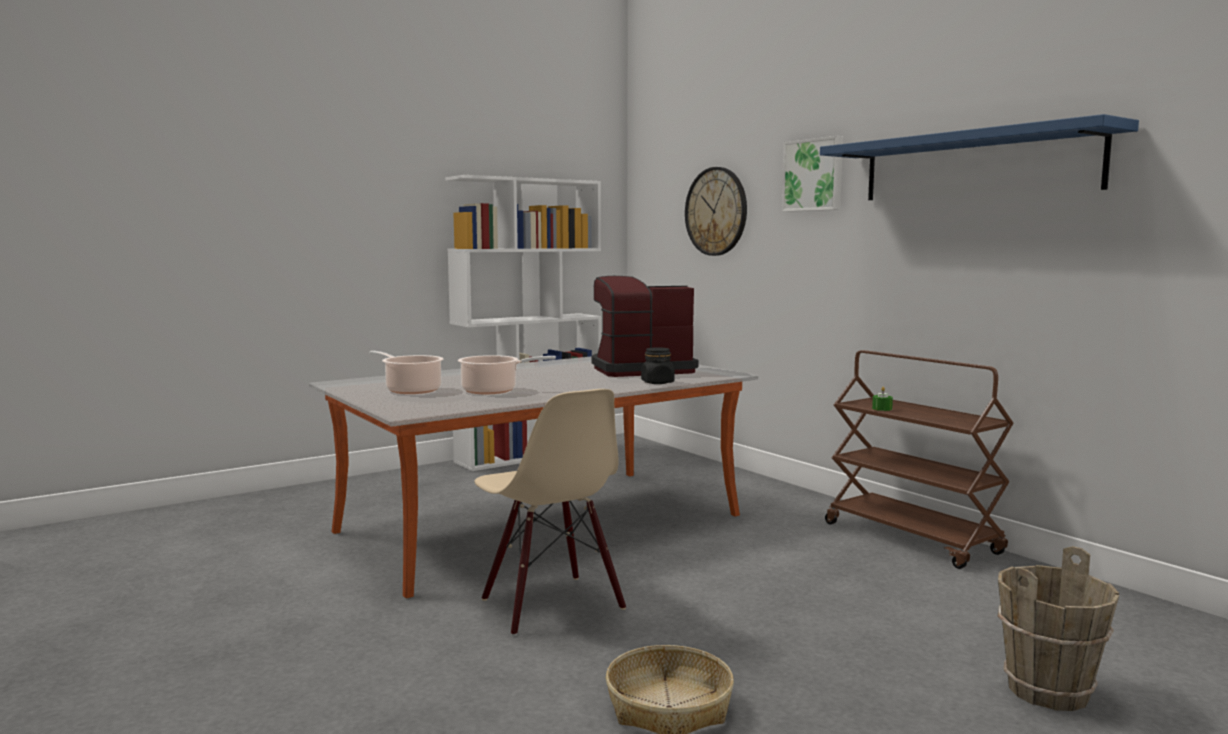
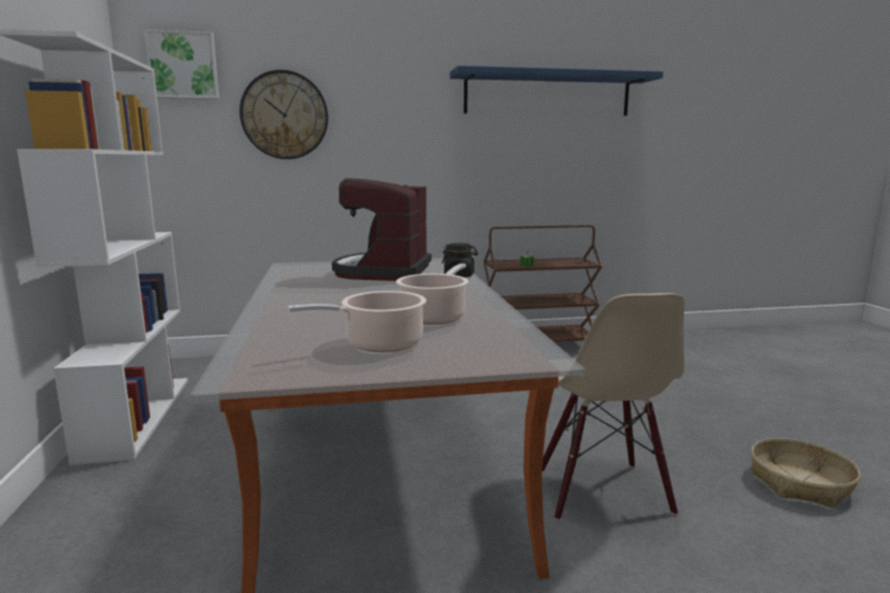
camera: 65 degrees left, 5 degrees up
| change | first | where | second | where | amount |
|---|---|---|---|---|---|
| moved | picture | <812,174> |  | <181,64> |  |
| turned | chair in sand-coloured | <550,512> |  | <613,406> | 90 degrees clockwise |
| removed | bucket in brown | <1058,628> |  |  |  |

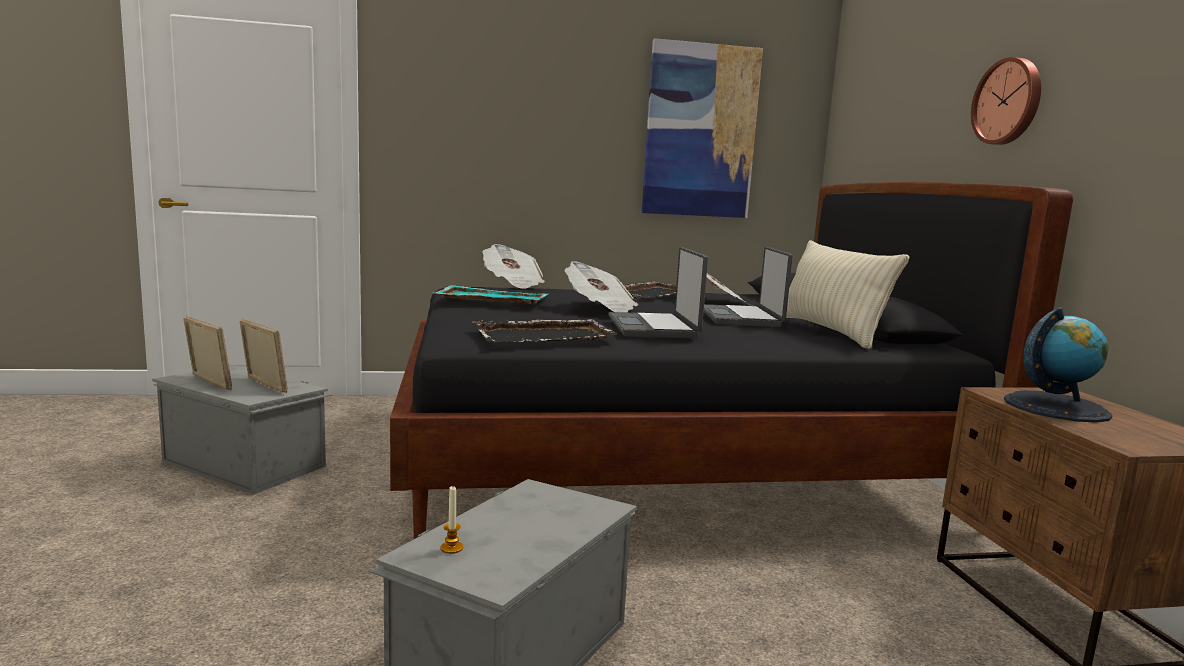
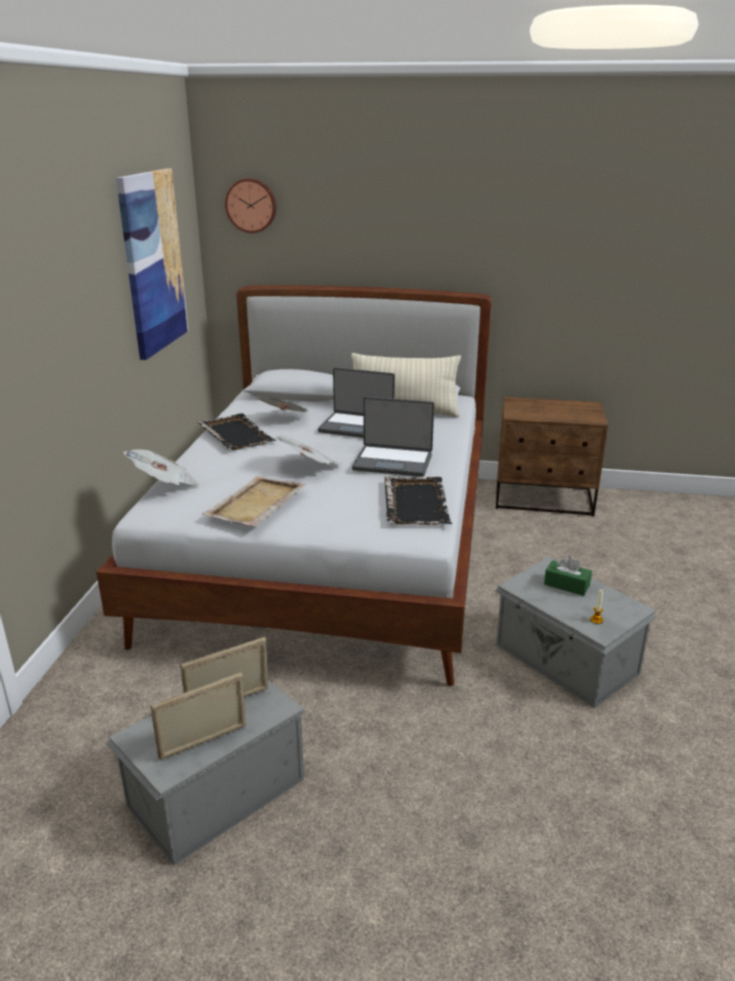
camera: 70 degrees left, 15 degrees up
| change | first | where | second | where | amount |
|---|---|---|---|---|---|
| recoloured | bed in black-coloured | <731,360> | bed in white | <294,485> |  |
| recoloured | serving tray in turquoise | <492,295> | serving tray in sand-coloured | <254,501> |  |
| moved | clock on the wall | <1006,101> |  | <250,205> |  |
| added |  |  | tissue holder in greenish | <568,576> |  |
| removed | globe | <1058,365> |  |  |  |

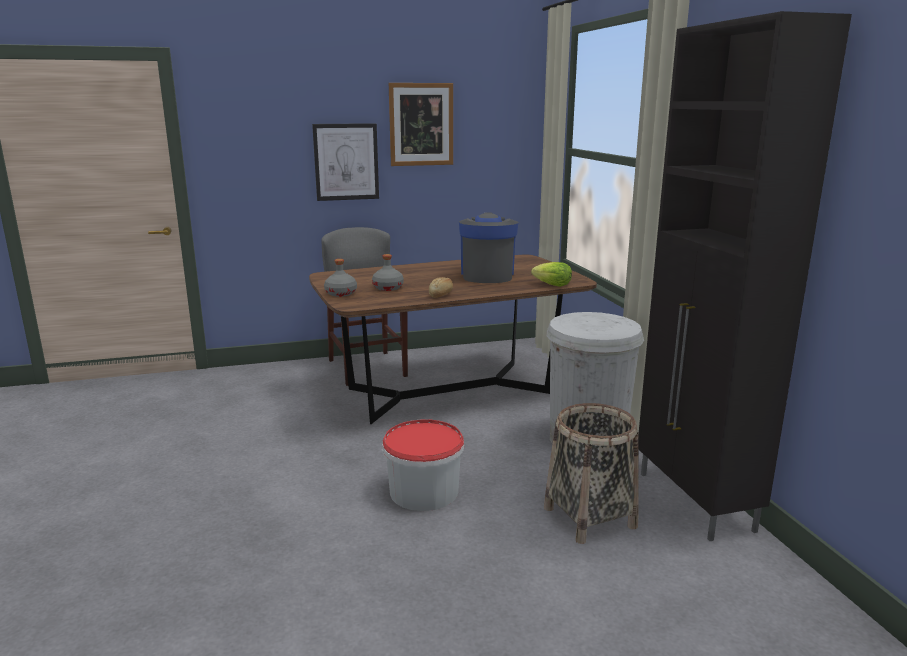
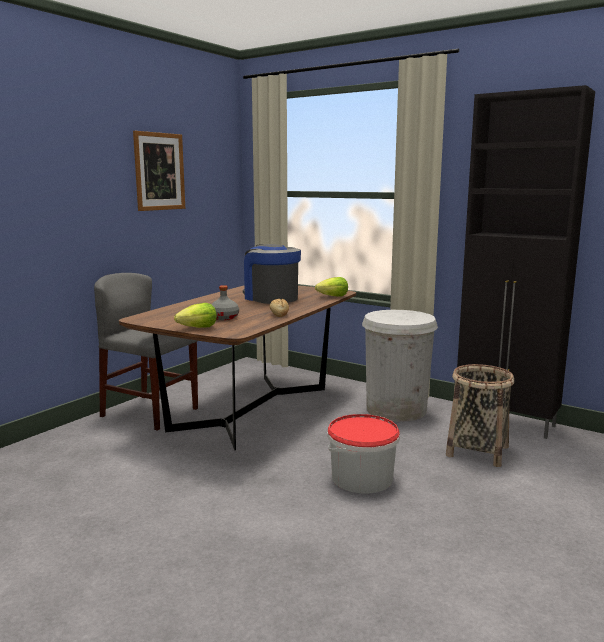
camera: 40 degrees left, 5 degrees down
| change | first | where | second | where | amount |
|---|---|---|---|---|---|
| replaced | drink bottle in gray | <340,278> | lettuce | <195,315> |  |
| removed | picture | <345,162> |  |  |  |

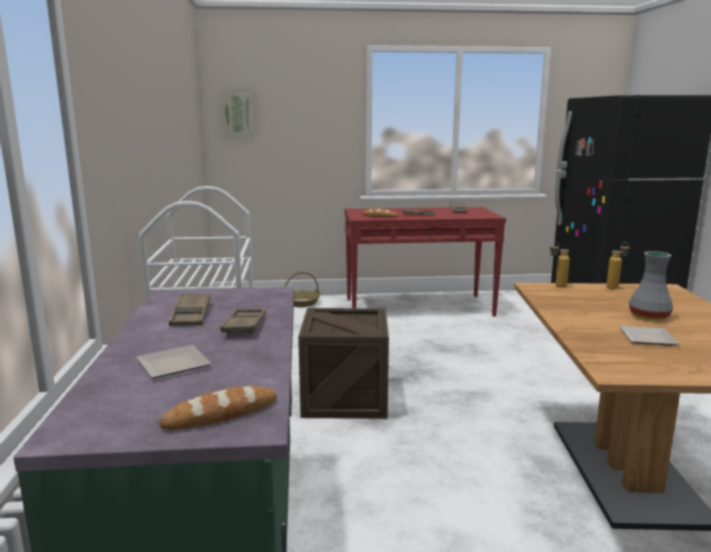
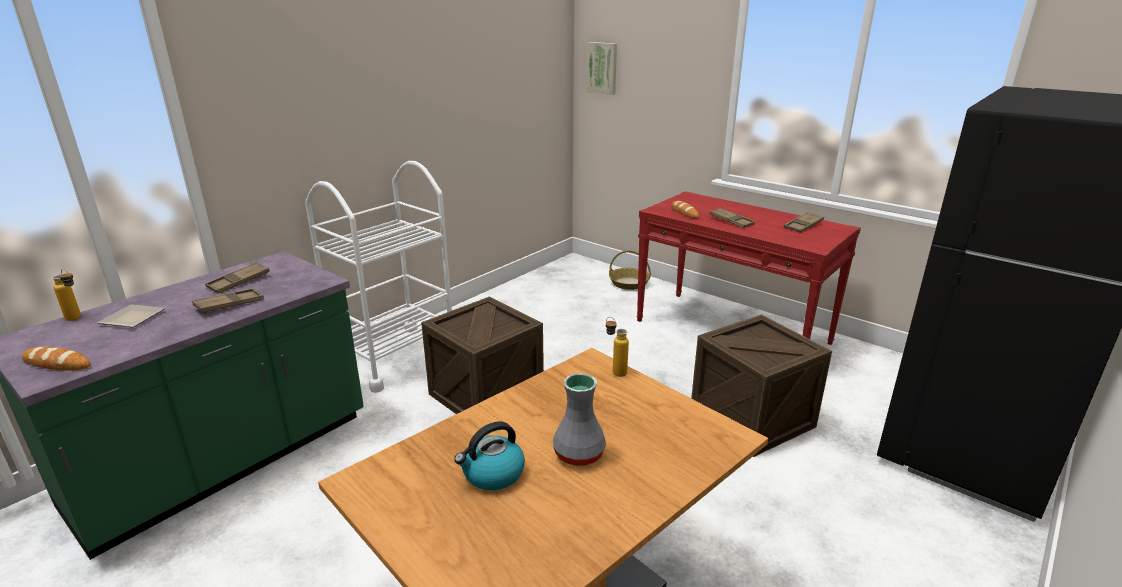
camera: 45 degrees right, 10 degrees up
| change | first | where | second | where | amount |
|---|---|---|---|---|---|
| moved | drink bottle | <617,265> |  | <66,295> |  |
| replaced | plate | <650,336> | kettle | <489,455> |  |
| added |  |  | crate | <761,385> |  |

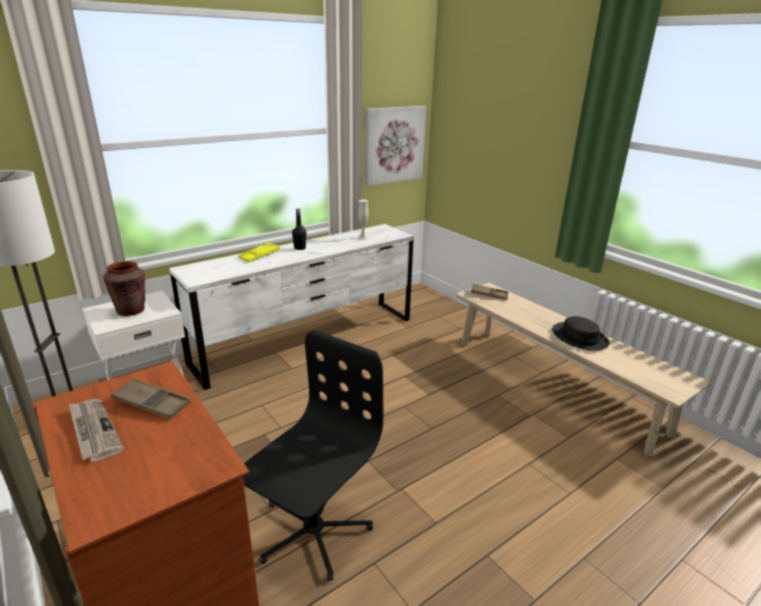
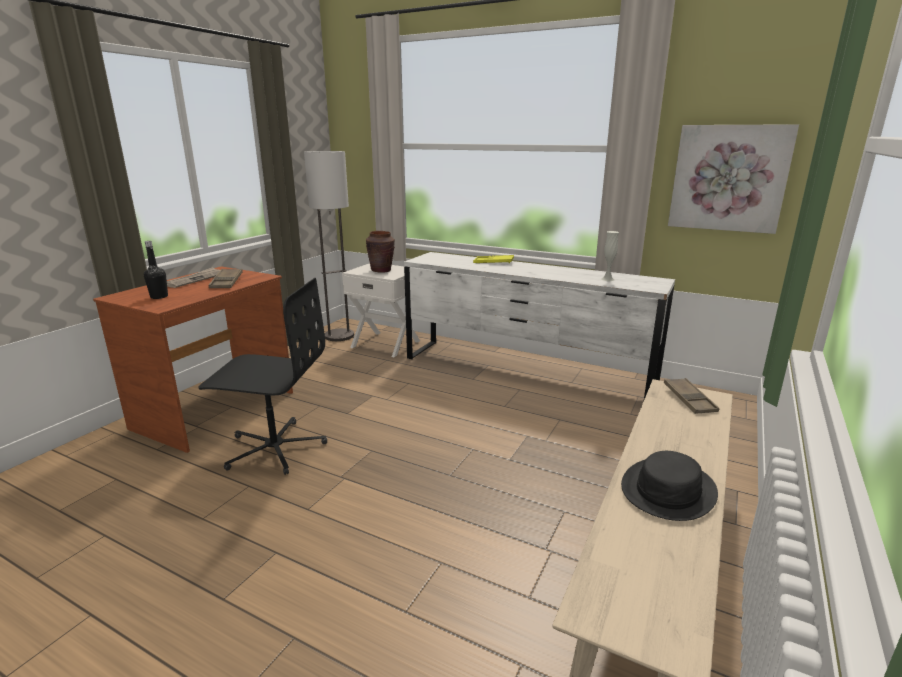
camera: 65 degrees right, 5 degrees down
| change | first | where | second | where | amount |
|---|---|---|---|---|---|
| moved | drink bottle in black-coloured | <299,229> |  | <156,270> |  |

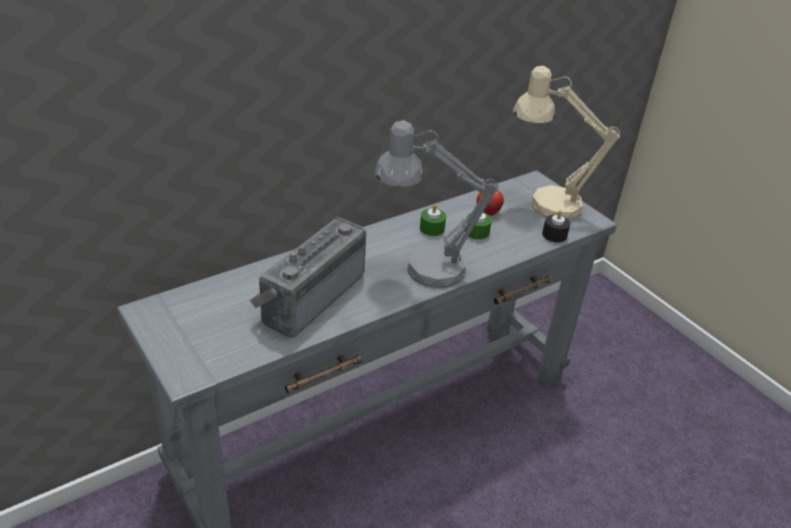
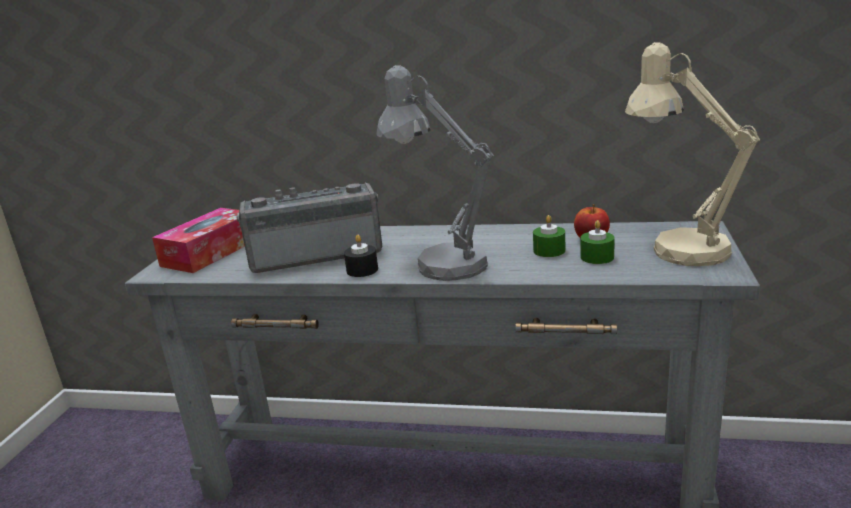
camera: 50 degrees right, 15 degrees down
| change | first | where | second | where | amount |
|---|---|---|---|---|---|
| added |  |  | tissue holder | <198,240> |  |
| moved | wax candle in black-coloured | <556,226> |  | <361,256> |  |
| moved | wax candle in greenish | <433,220> |  | <597,242> |  |

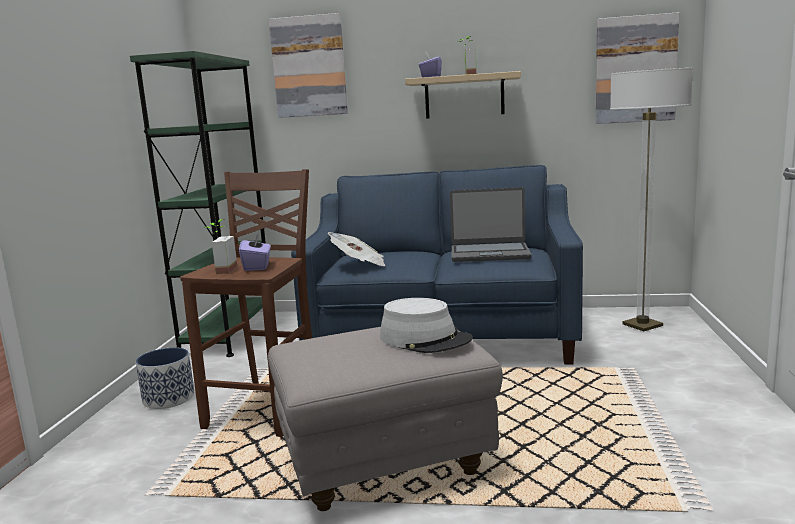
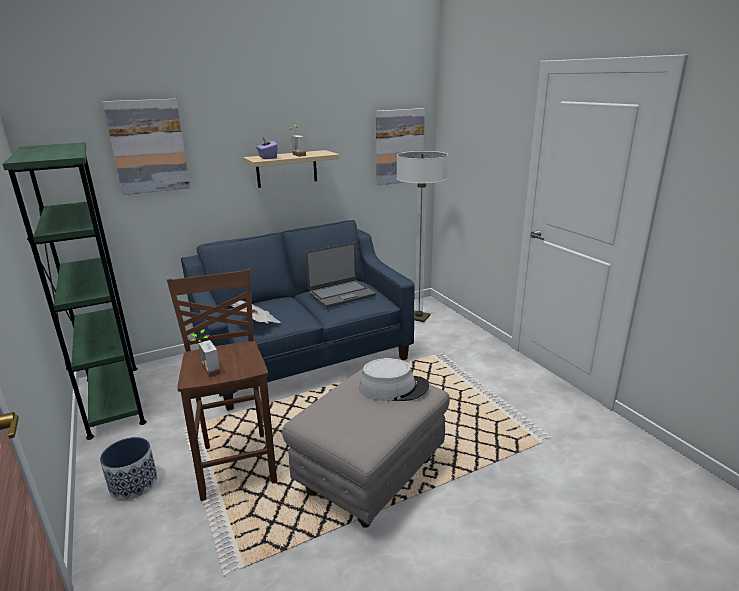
camera: 35 degrees left, 10 degrees up
| change | first | where | second | where | amount |
|---|---|---|---|---|---|
| removed | tissue holder in purple | <255,251> |  |  |  |

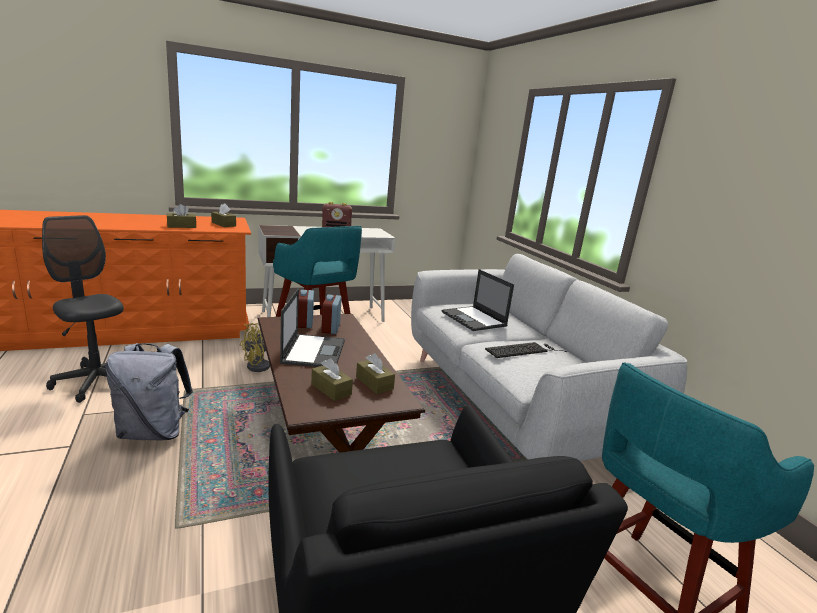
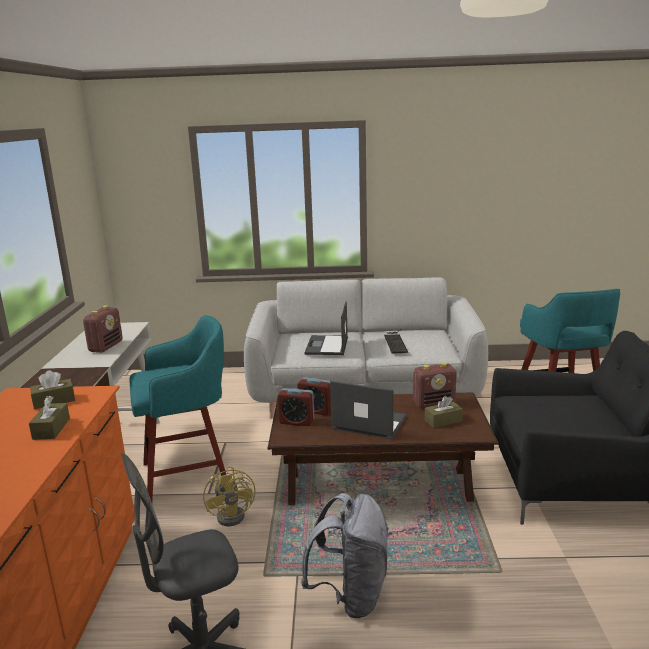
camera: 65 degrees left, 0 degrees up
| change | first | where | second | where | amount |
|---|---|---|---|---|---|
| turned | laptop | <478,300> |  | <326,328> | 105 degrees clockwise |
| replaced | tissue holder in brown | <375,373> | radio set | <435,385> |  |

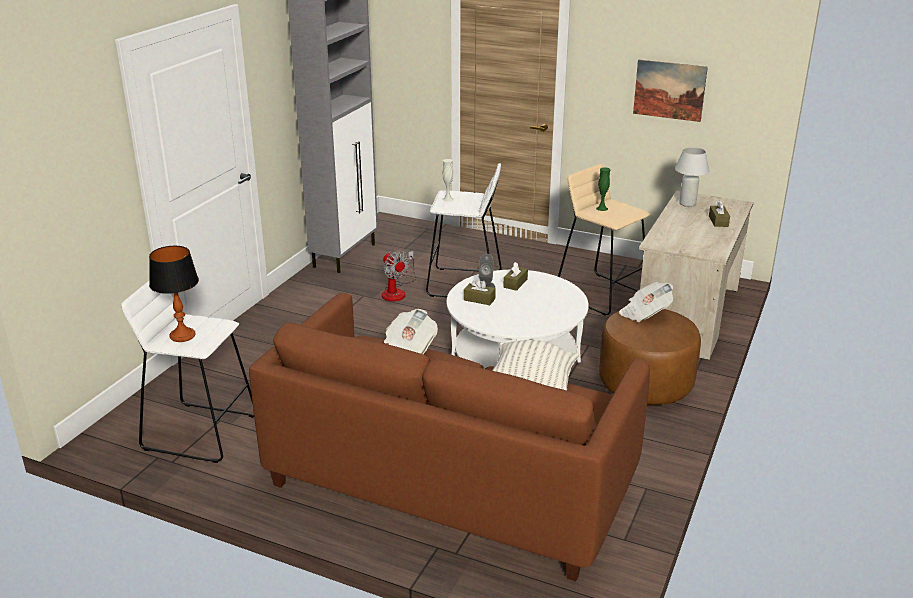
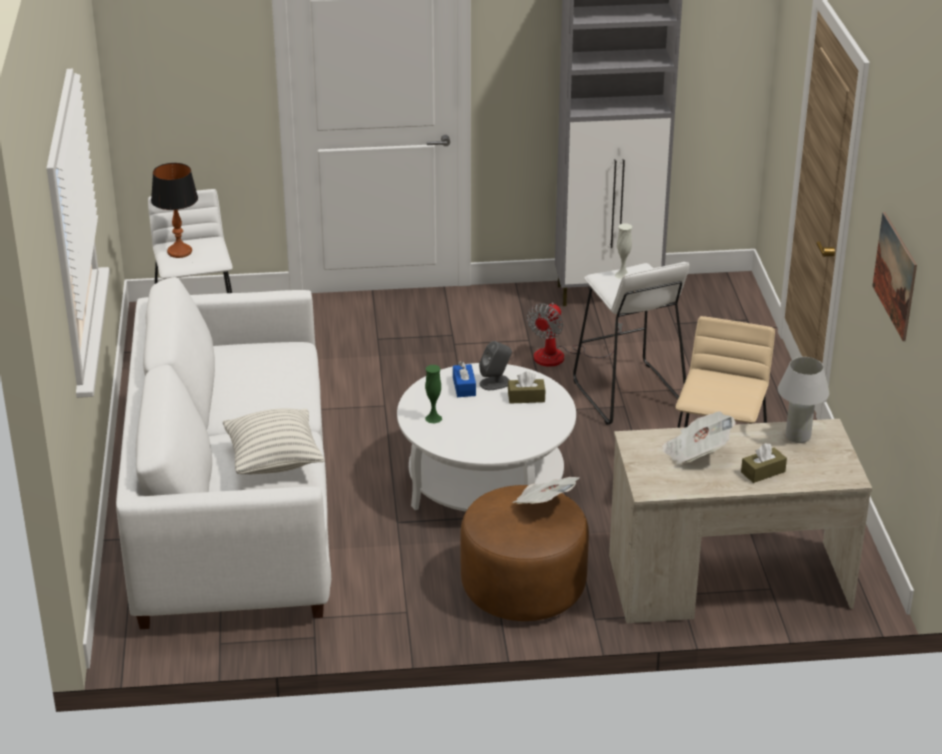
camera: 60 degrees right, 5 degrees up
| change | first | where | second | where | amount |
|---|---|---|---|---|---|
| recoloured | sofa in brown | <449,437> | sofa in white | <223,453> |  |
| moved | decorative vase in greenish | <603,189> |  | <433,394> |  |
| recoloured | tissue holder in brown | <480,291> | tissue holder in bluish | <464,379> |  |
| moved | printed paper | <411,331> |  | <699,438> |  |

